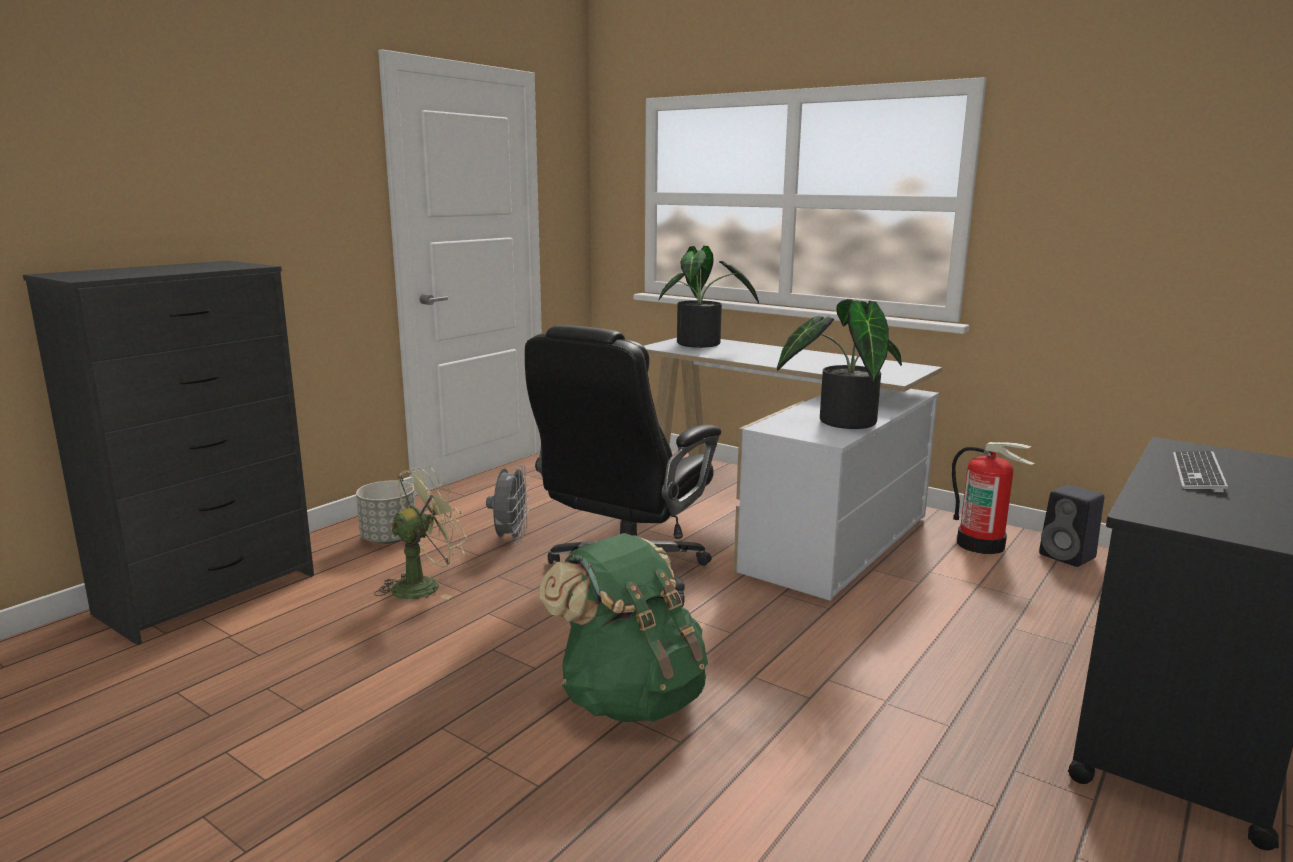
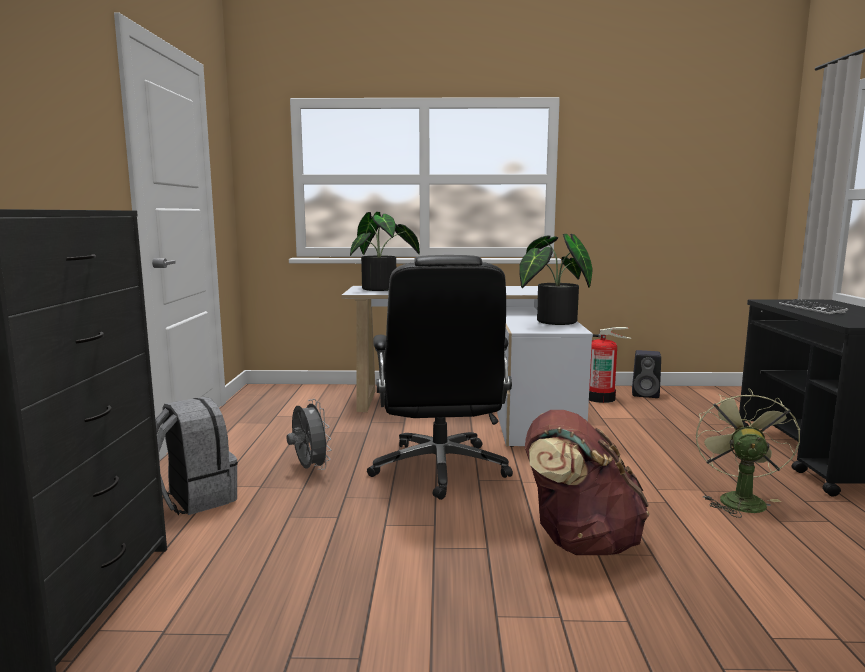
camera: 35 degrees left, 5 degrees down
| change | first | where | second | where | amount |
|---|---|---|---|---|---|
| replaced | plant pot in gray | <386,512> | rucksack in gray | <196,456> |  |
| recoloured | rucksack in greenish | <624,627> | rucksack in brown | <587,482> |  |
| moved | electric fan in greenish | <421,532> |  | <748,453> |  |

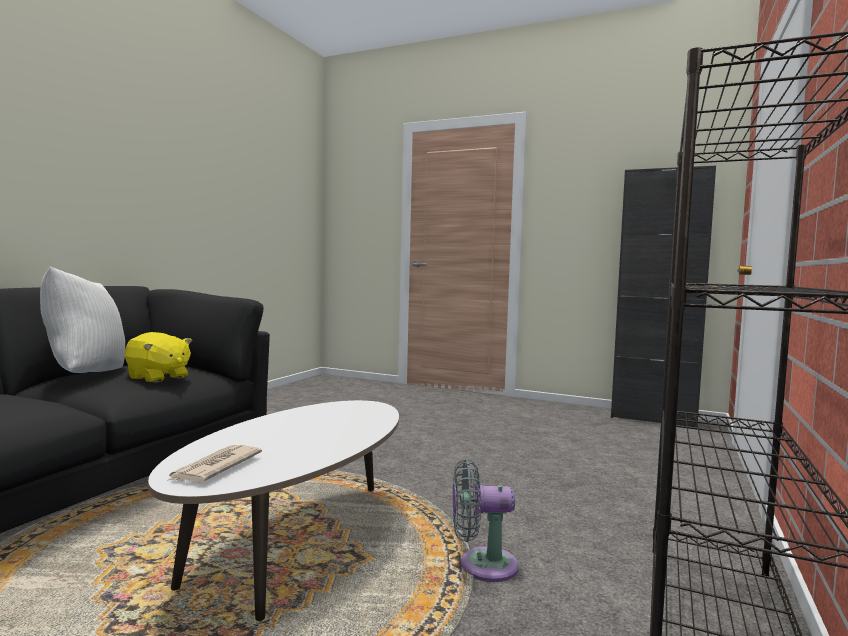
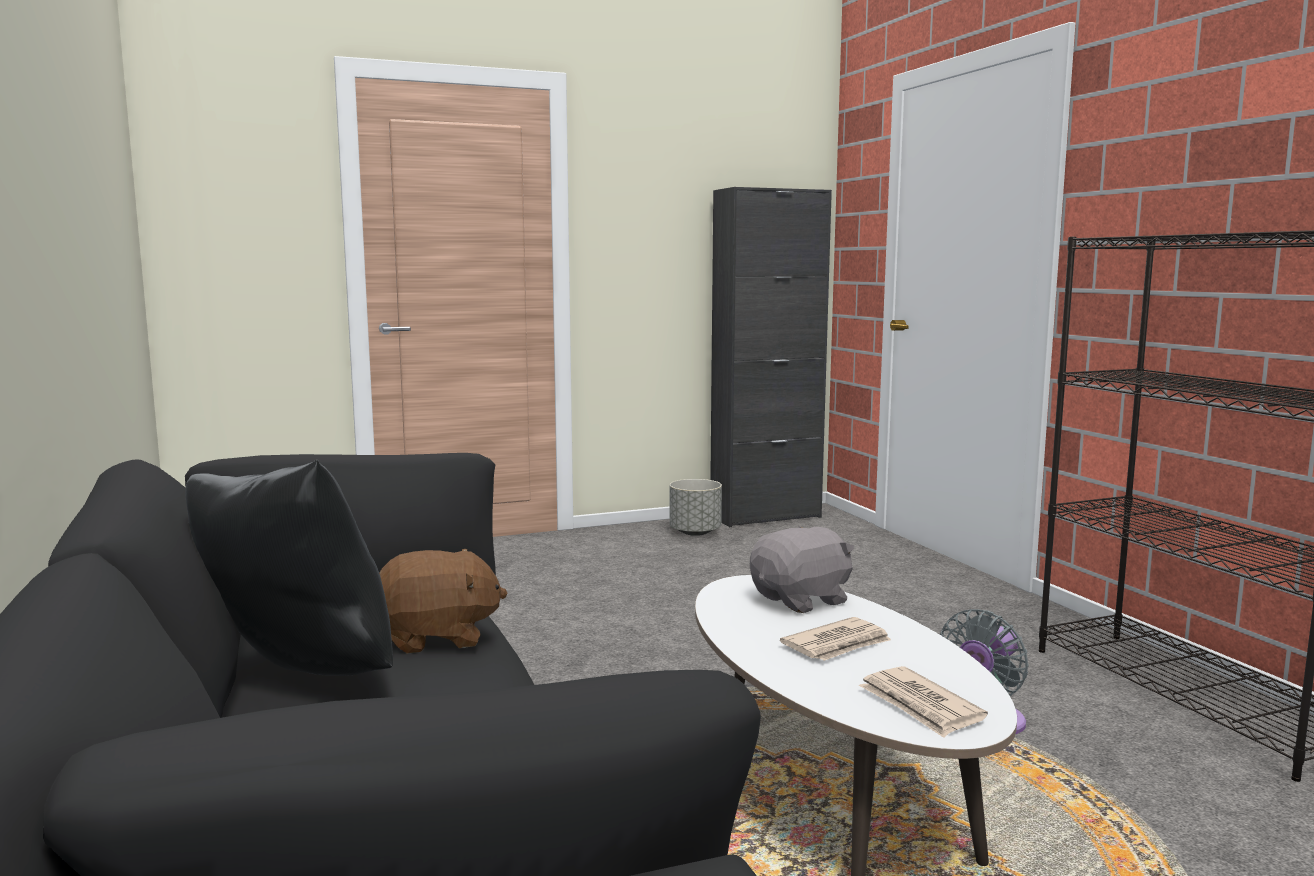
camera: 45 degrees left, 5 degrees up
| change | first | where | second | where | amount |
|---|---|---|---|---|---|
| recoloured | pillow in white | <82,319> | pillow in black-coloured | <289,568> |  |
| recoloured | soft toy in yellowish | <158,357> | soft toy in brown | <443,601> |  |
| added |  |  | plant pot in gray | <695,507> |  |
| added |  |  | soft toy in gray | <802,569> |  |
| added |  |  | printed paper | <835,639> |  |

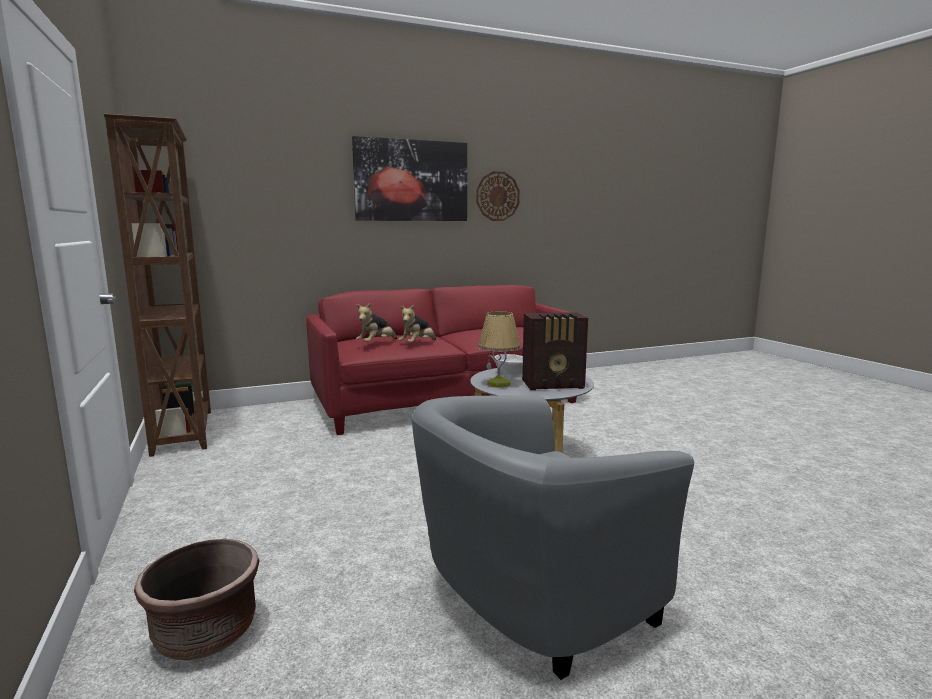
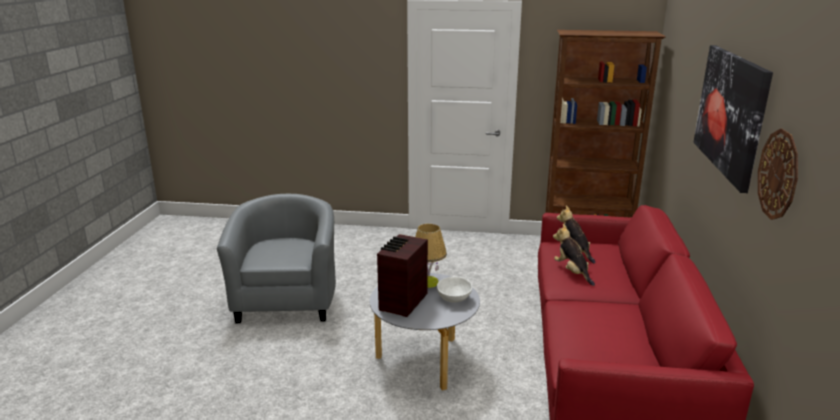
camera: 120 degrees right, 10 degrees up
| change | first | where | second | where | amount |
|---|---|---|---|---|---|
| removed | plant pot in brown | <196,599> |  |  |  |

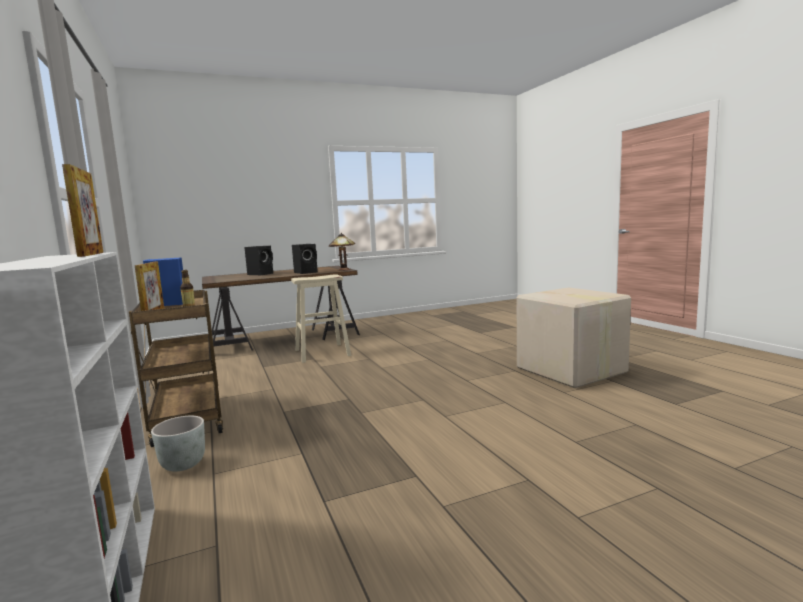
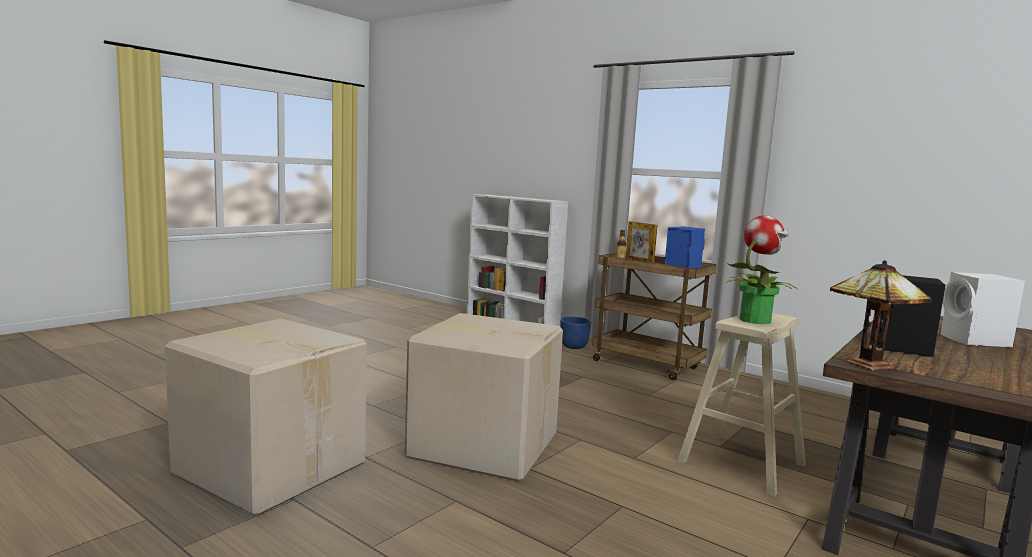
camera: 150 degrees right, 0 degrees up
| change | first | where | second | where | amount |
|---|---|---|---|---|---|
| added |  |  | cardboard box | <484,397> |  |
| recoloured | plant pot in gray | <178,444> | plant pot in bluish | <575,333> |  |
| added |  |  | plant in a pot | <761,269> |  |
| recoloured | audio speaker in black-coloured | <258,261> | audio speaker in white | <982,309> |  |
| removed | picture frame | <82,210> |  |  |  |

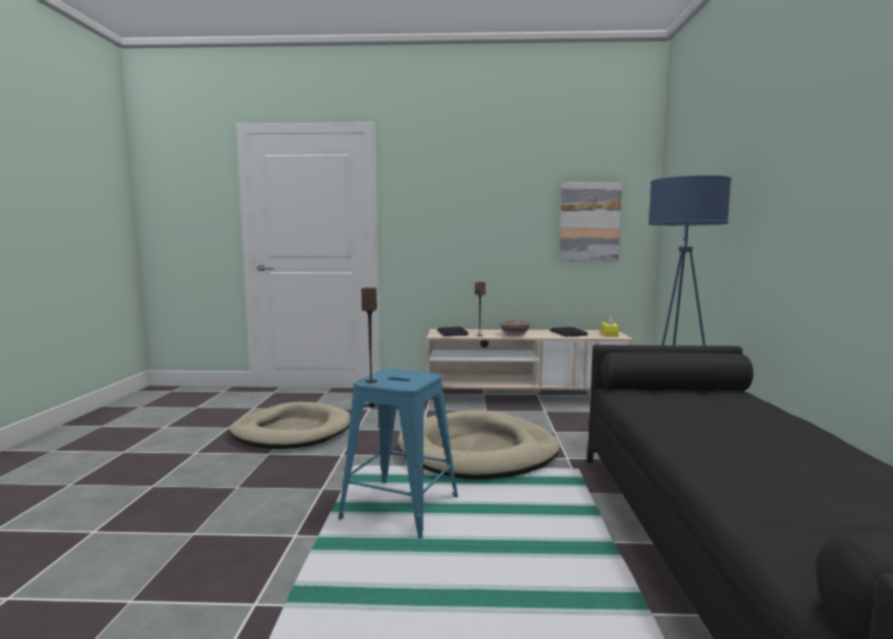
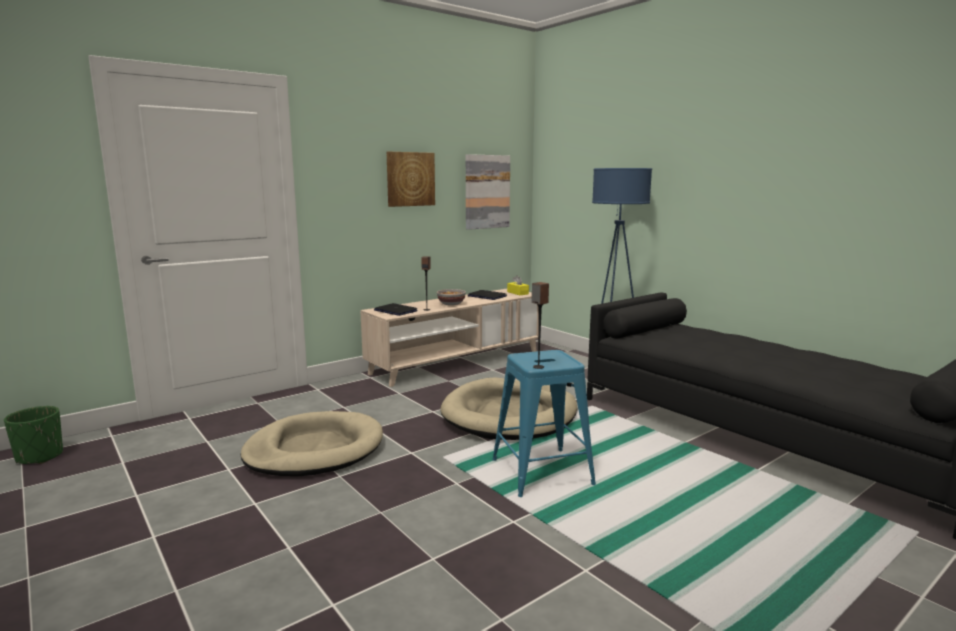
camera: 40 degrees left, 5 degrees up
| change | first | where | second | where | amount |
|---|---|---|---|---|---|
| added |  |  | plant pot in greenish | <33,435> |  |
| added |  |  | picture | <410,179> |  |

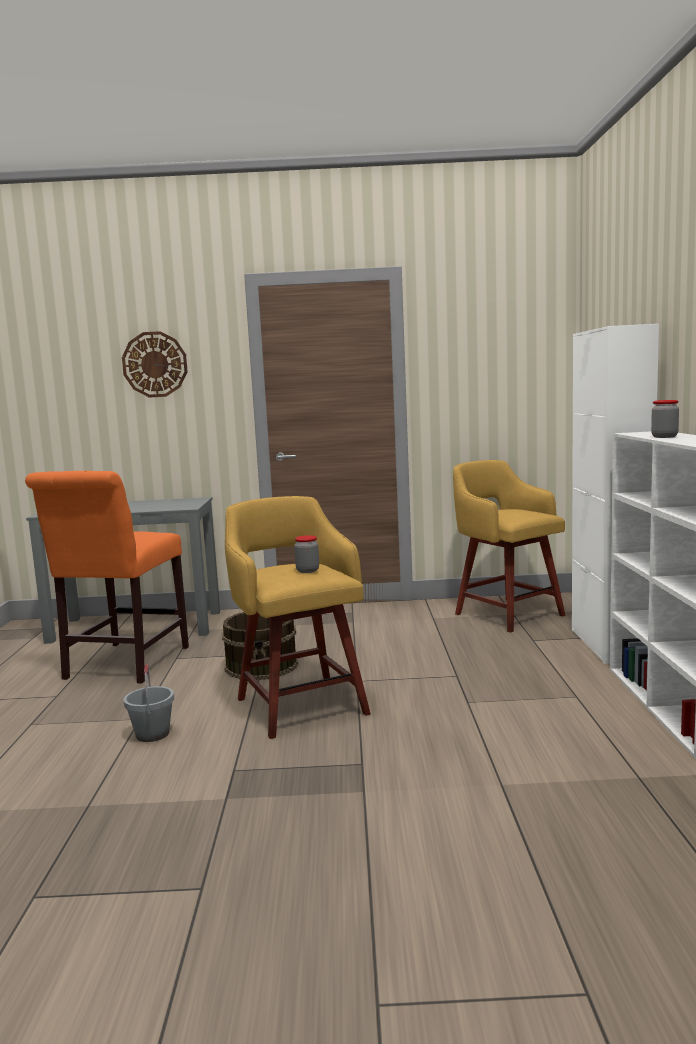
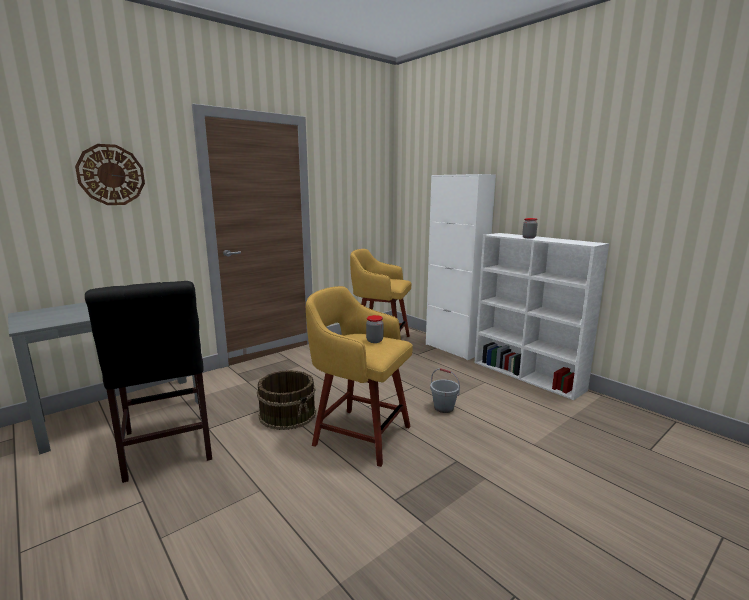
camera: 40 degrees left, 5 degrees up
| change | first | where | second | where | amount |
|---|---|---|---|---|---|
| recoloured | chair in orangey | <107,576> | chair in black-coloured | <148,382> |  |
| moved | bucket in gray | <148,703> |  | <445,390> |  |

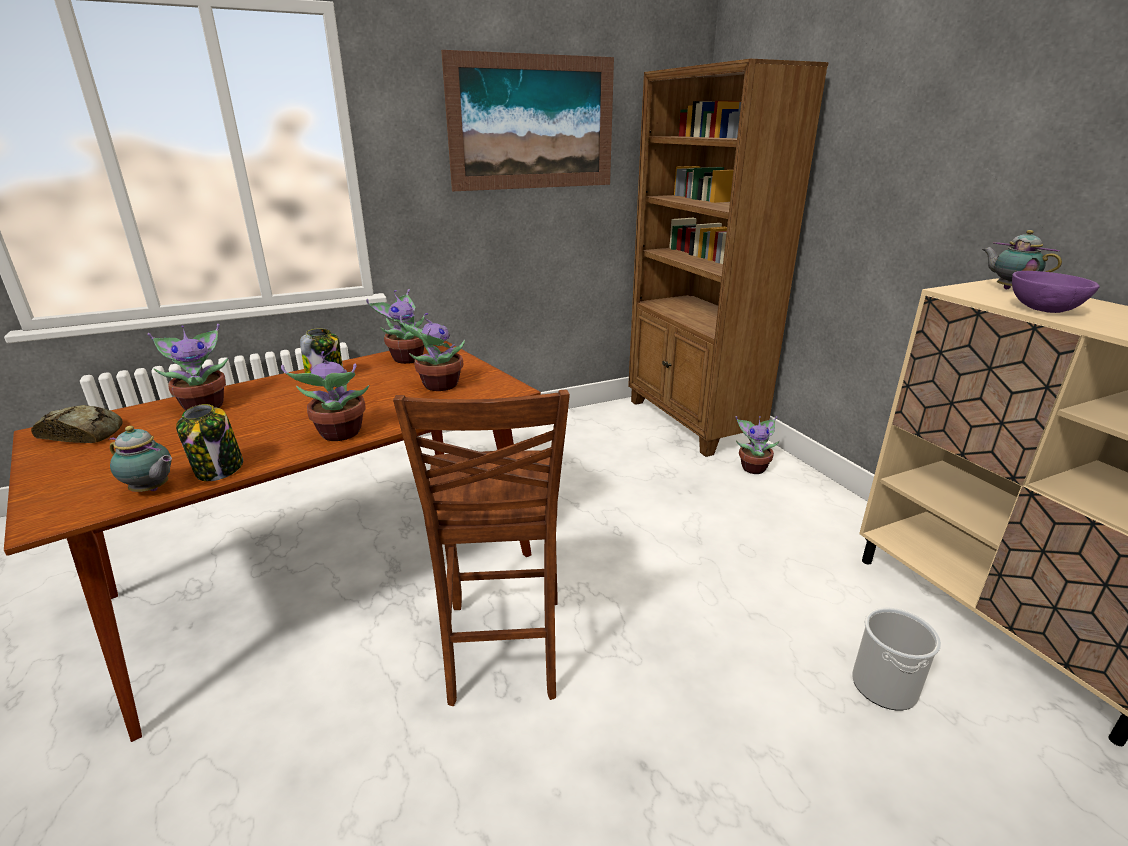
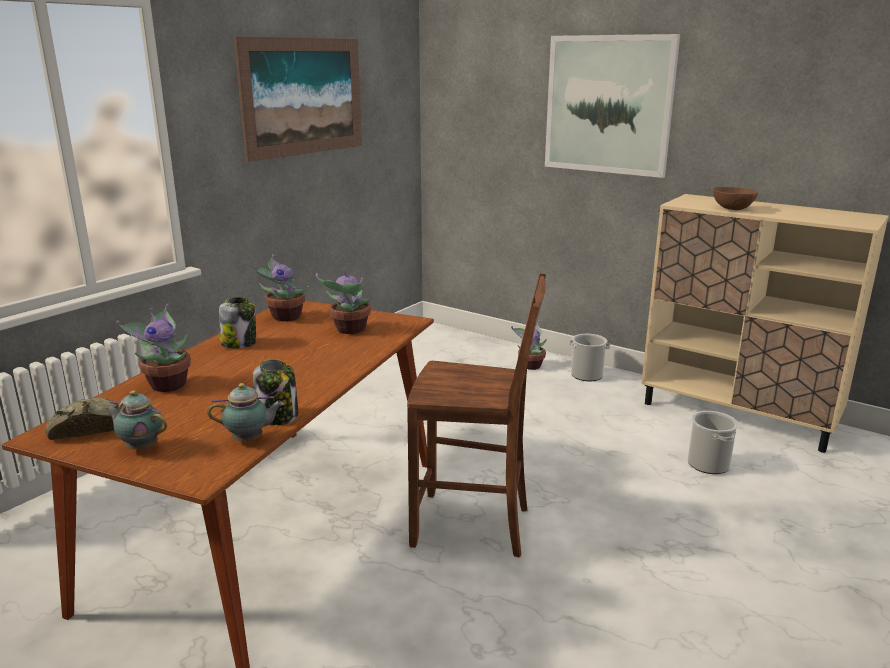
camera: 30 degrees left, 5 degrees down
| change | first | where | second | where | amount |
|---|---|---|---|---|---|
| moved | teapot | <1022,259> |  | <136,420> |  |
| turned | chair in brown | <481,548> |  | <476,415> | 45 degrees counterclockwise |
| added |  |  | picture | <612,106> |  |
| added |  |  | bucket | <589,357> |  |
| recoloured | deep dish in purple | <1056,292> | deep dish in brown | <735,198> |  |
| removed | plant in a pot | <325,396> |  |  |  |
| removed | shelving unit in brown | <728,258> |  |  |  |

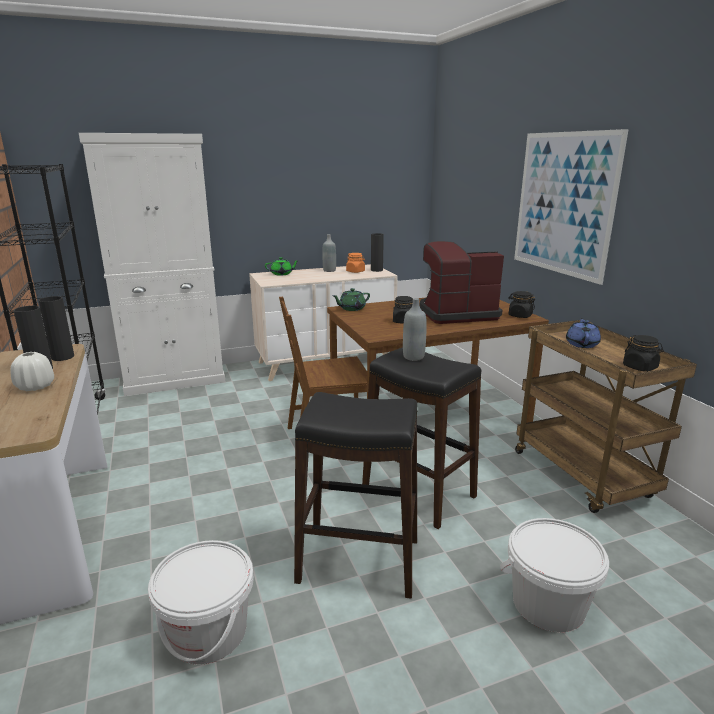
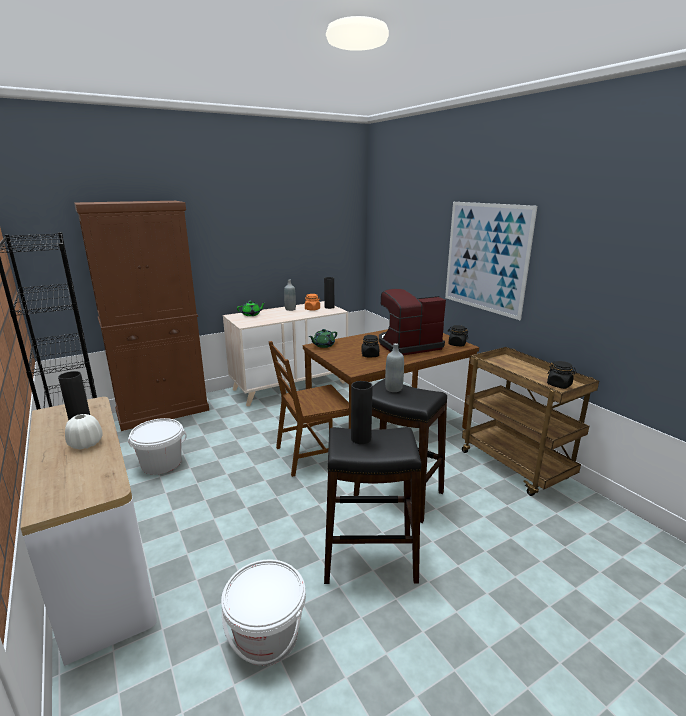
camera: 10 degrees left, 0 degrees up
| change | first | where | second | where | amount |
|---|---|---|---|---|---|
| recoloured | cabinet in white | <152,264> | cabinet in brown | <141,316> |  |
| moved | bucket in white | <554,575> |  | <157,446> |  |
| moved | decorative vase in black-coloured | <56,328> |  | <362,412> |  |
| removed | teapot in bluish | <583,333> |  |  |  |

